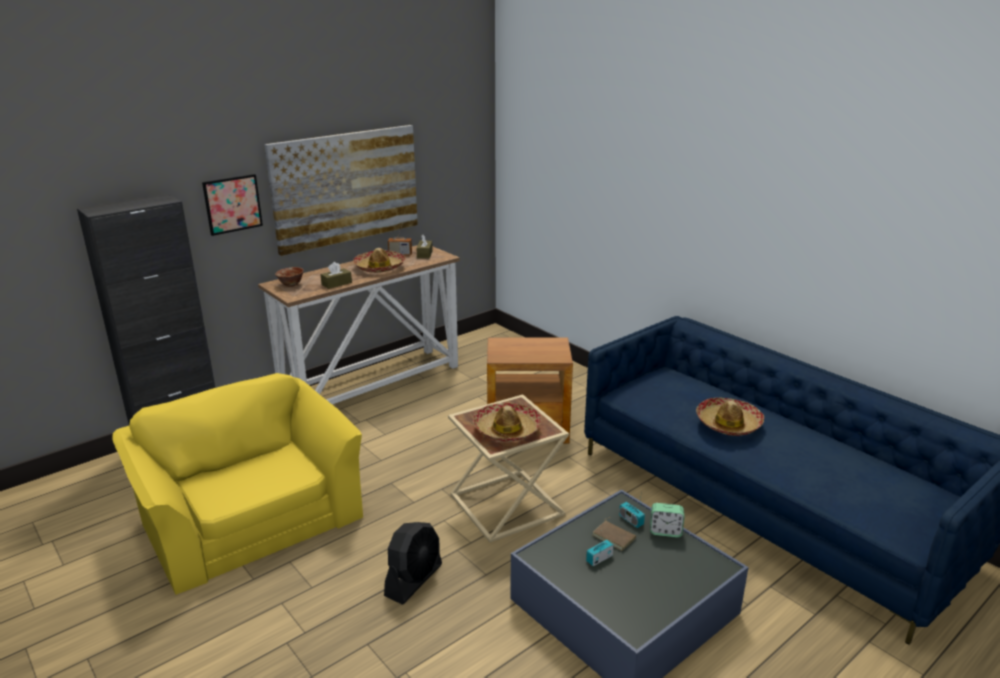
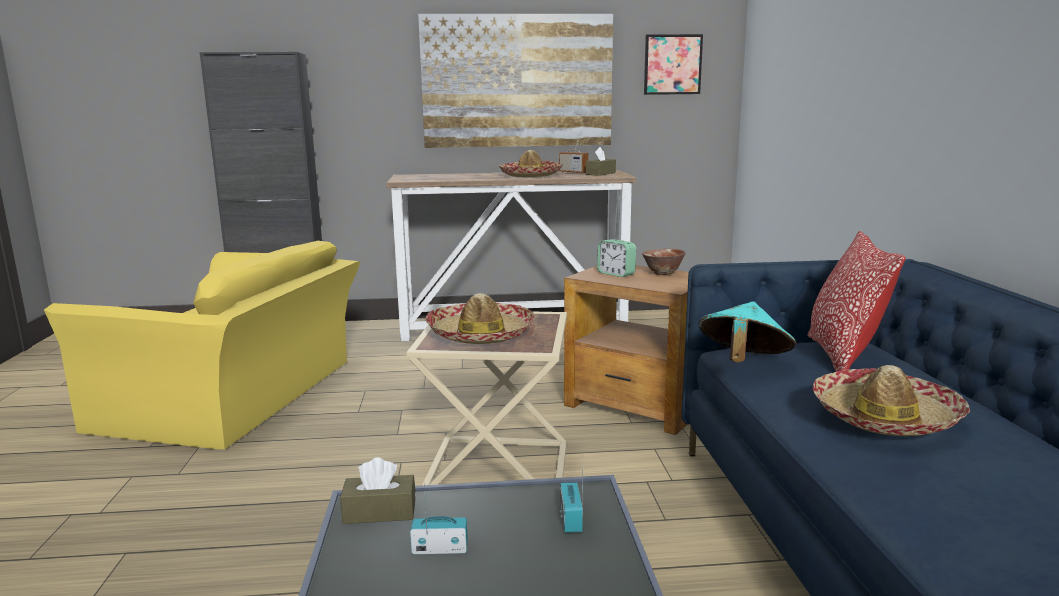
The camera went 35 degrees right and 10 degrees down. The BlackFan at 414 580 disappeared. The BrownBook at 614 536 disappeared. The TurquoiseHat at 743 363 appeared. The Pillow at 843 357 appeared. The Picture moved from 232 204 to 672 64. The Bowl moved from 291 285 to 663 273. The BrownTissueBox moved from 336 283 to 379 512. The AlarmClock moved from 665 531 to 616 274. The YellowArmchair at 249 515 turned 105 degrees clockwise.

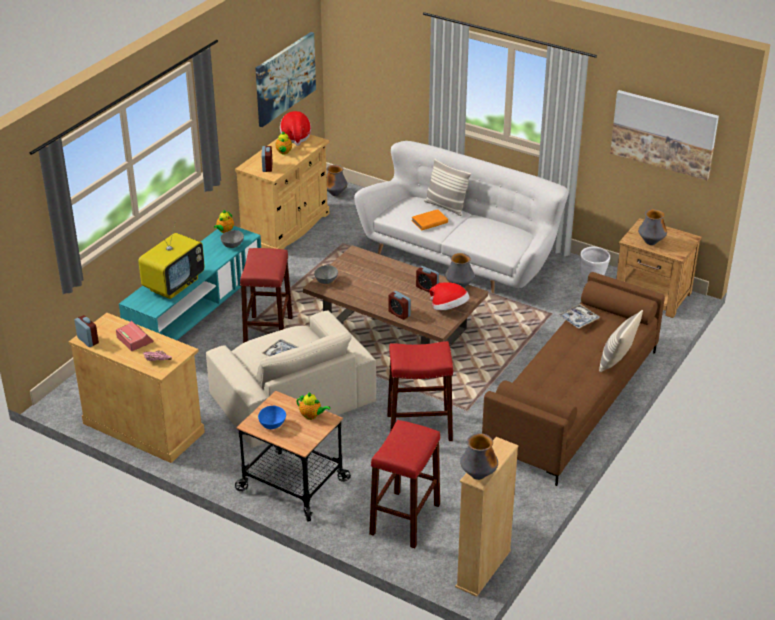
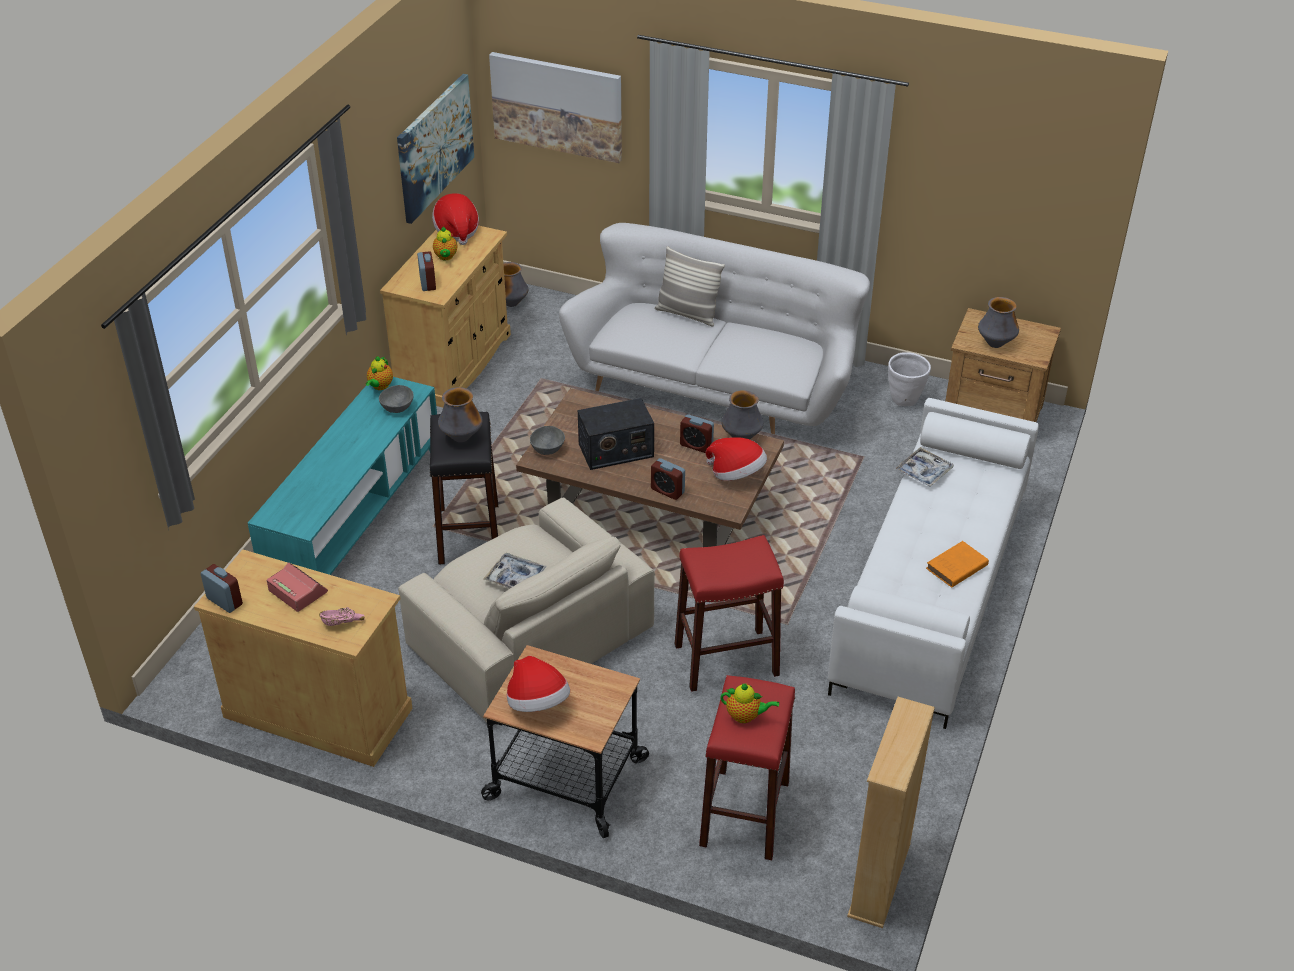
The camera went 10 degrees left and 5 degrees up. The Television at 174 284 disappeared. The Pillow at 616 361 disappeared. The Radio at 615 450 appeared. The Teapot moved from 312 416 to 745 716. The OrangeBook moved from 428 222 to 955 568. The Vase moved from 478 475 to 461 437. The Picture moved from 664 133 to 557 106. The BlueBowl at 273 424 was replaced by the Hat at 538 703. The RedStool at 268 333 became the BlackStool at 469 533. The BrownSofa at 573 402 became the WhiteSofa at 931 593.

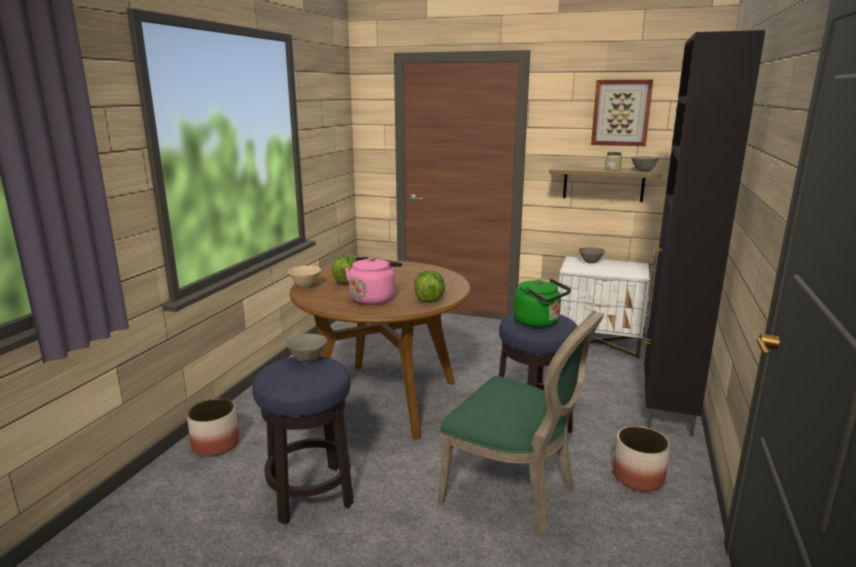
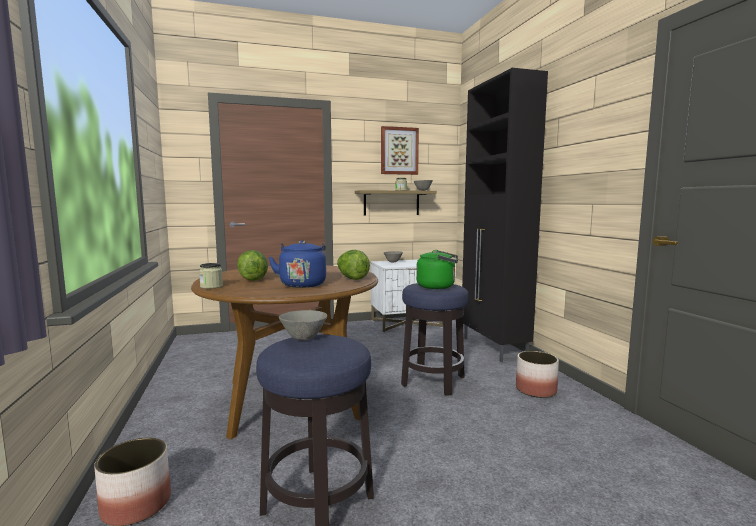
The camera went 35 degrees left and 10 degrees down. The GreenChair at 515 492 disappeared. The BeigeBowl at 305 286 was replaced by the Jar at 211 286. The PinkKettle at 373 298 became the BlueKettle at 302 284.

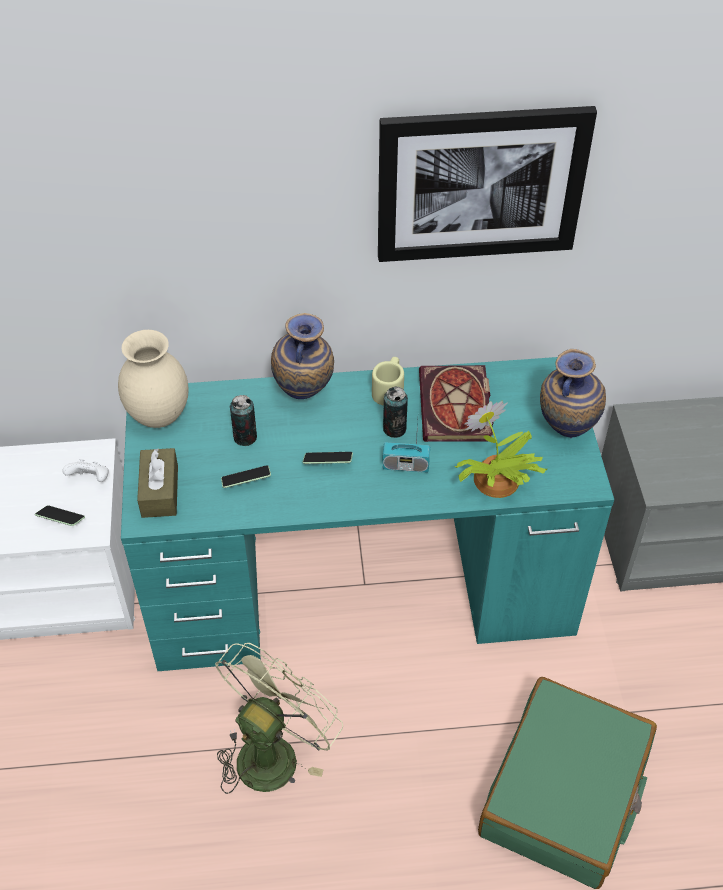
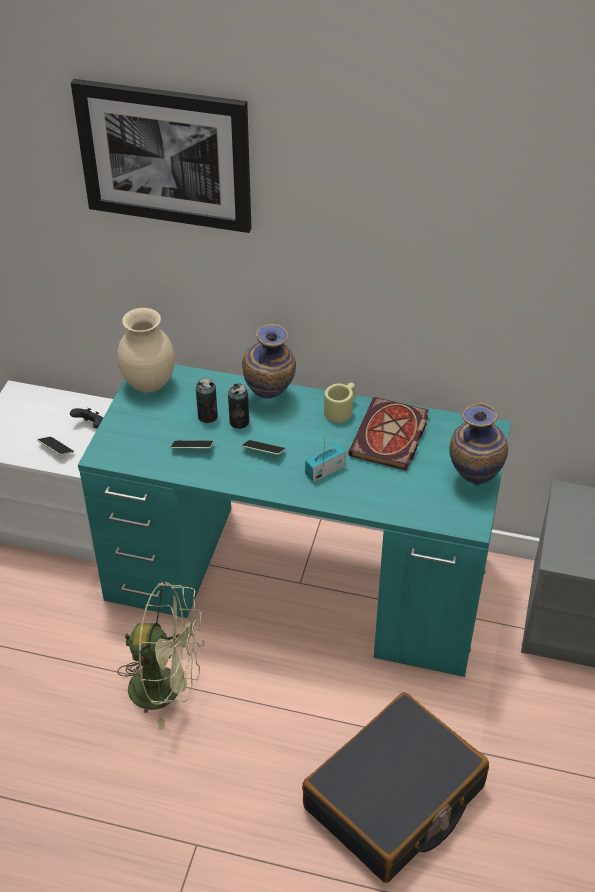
The camera went 20 degrees right and 5 degrees down. The BrownTissueBox at 160 491 disappeared. The PottedPlant at 496 482 disappeared. The Picture moved from 480 184 to 165 155. The Can moved from 394 429 to 239 422. The WhiteGameController at 90 479 became the BlackGameController at 91 426. The GreenSuitcase at 565 793 became the BlackSuitcase at 394 799. The GreenFan at 273 750 turned 45 degrees clockwise. The Radio at 405 465 turned 120 degrees clockwise.

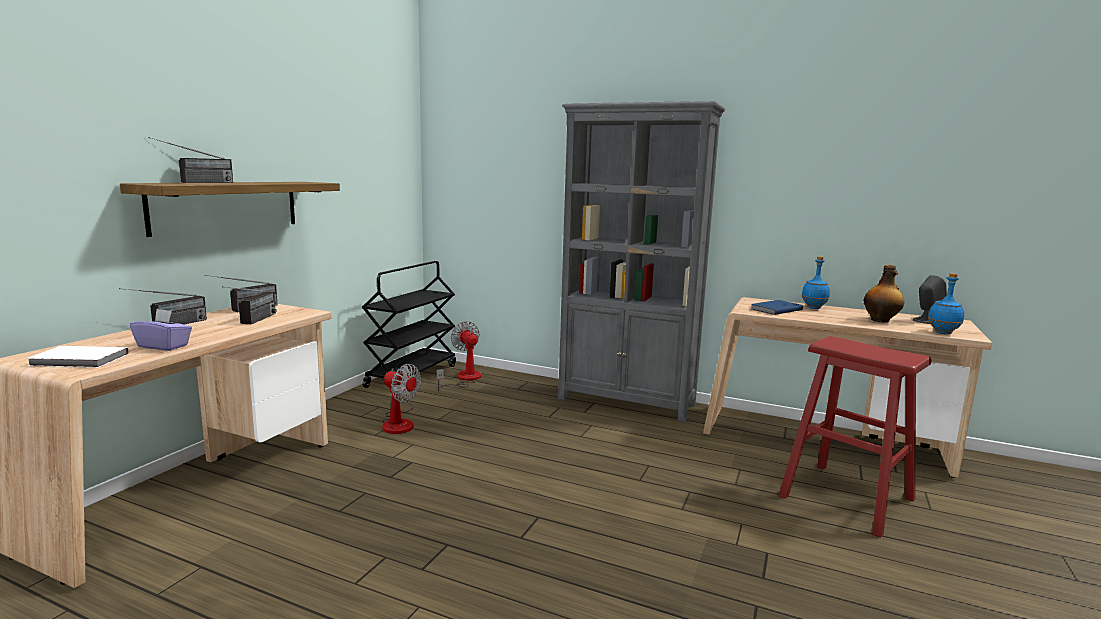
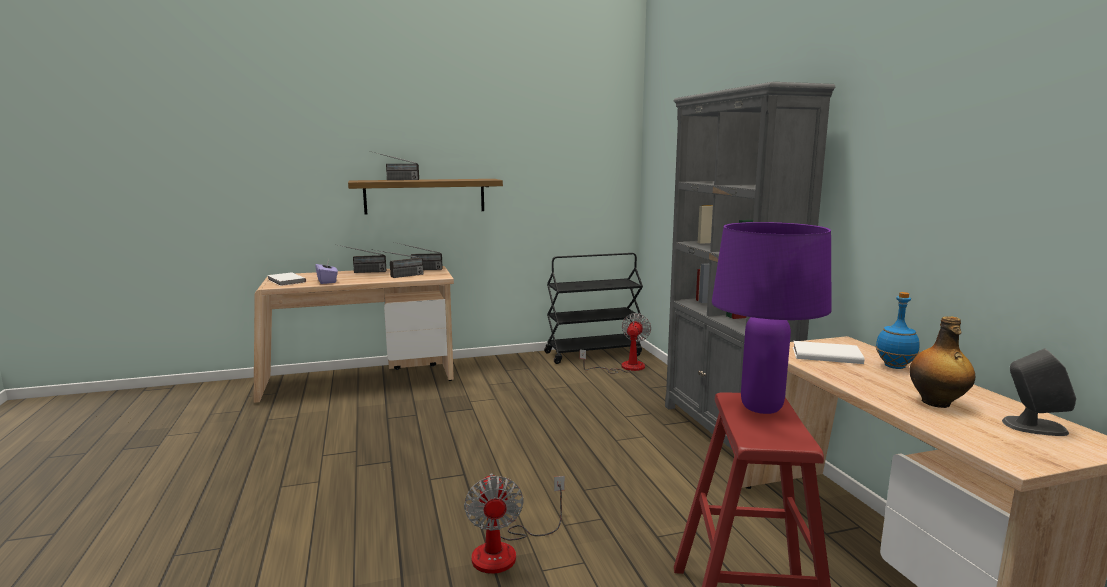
The camera went 50 degrees right and 0 degrees up. The BlueBottle at 942 333 disappeared. The PurpleTableLamp at 761 408 appeared. The Fan moved from 399 422 to 506 550. The BlueBook at 775 309 became the WhiteBook at 825 355.

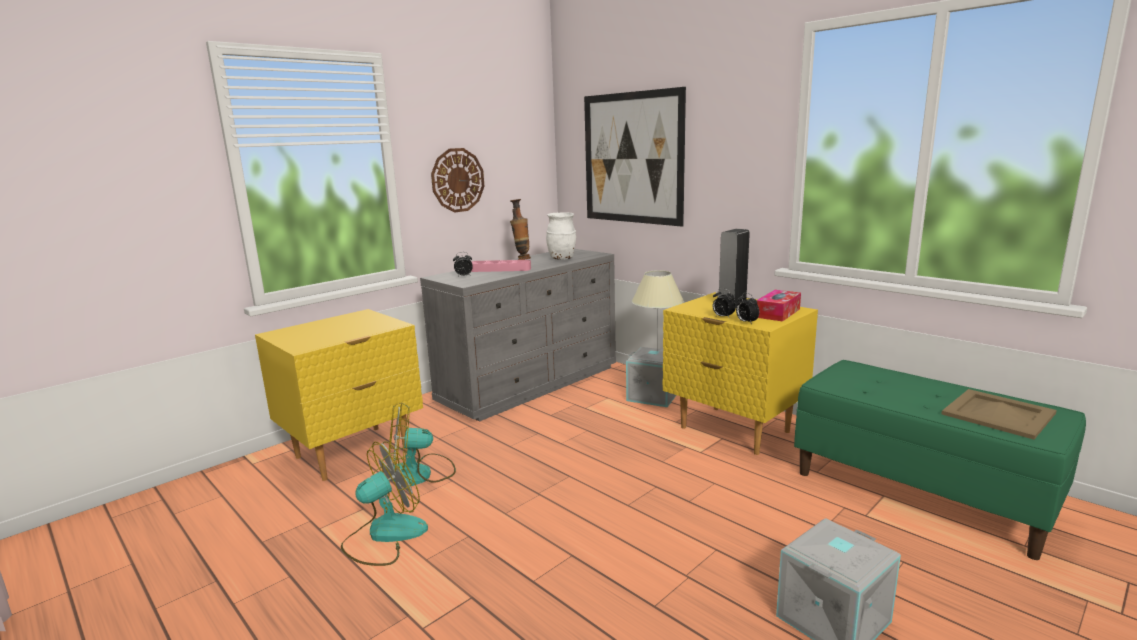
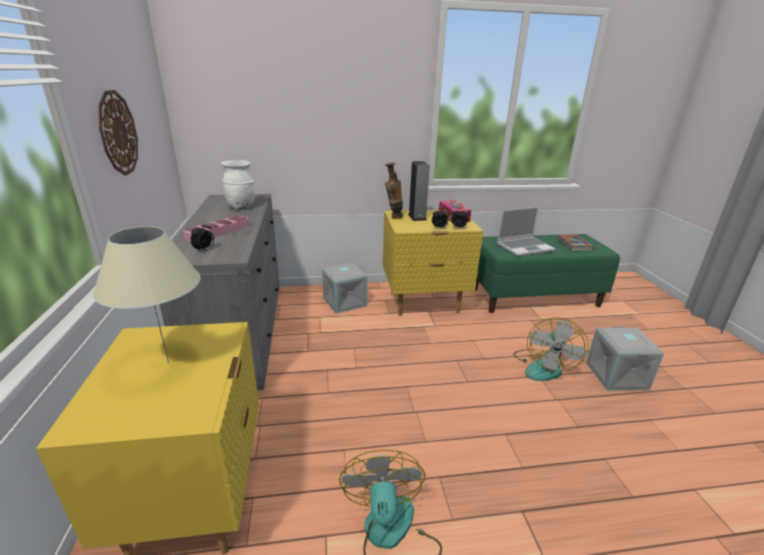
The camera went 55 degrees left and 10 degrees up. The Picture at 632 158 disappeared. The Laptop at 524 247 appeared. The Fan moved from 420 474 to 543 366. The Vase moved from 521 259 to 393 217. The BeigeTableLamp moved from 657 351 to 168 363. The BeigeTray at 997 414 was replaced by the Book at 574 245.

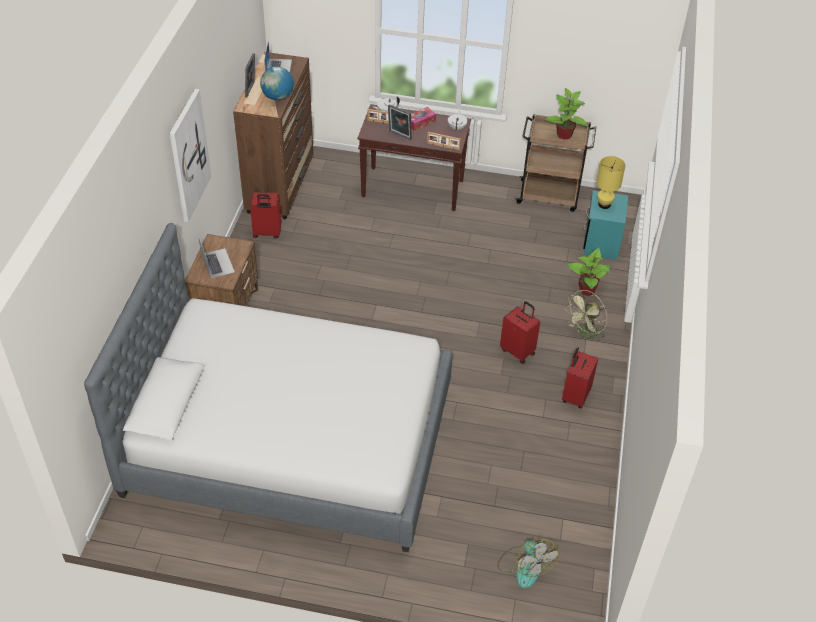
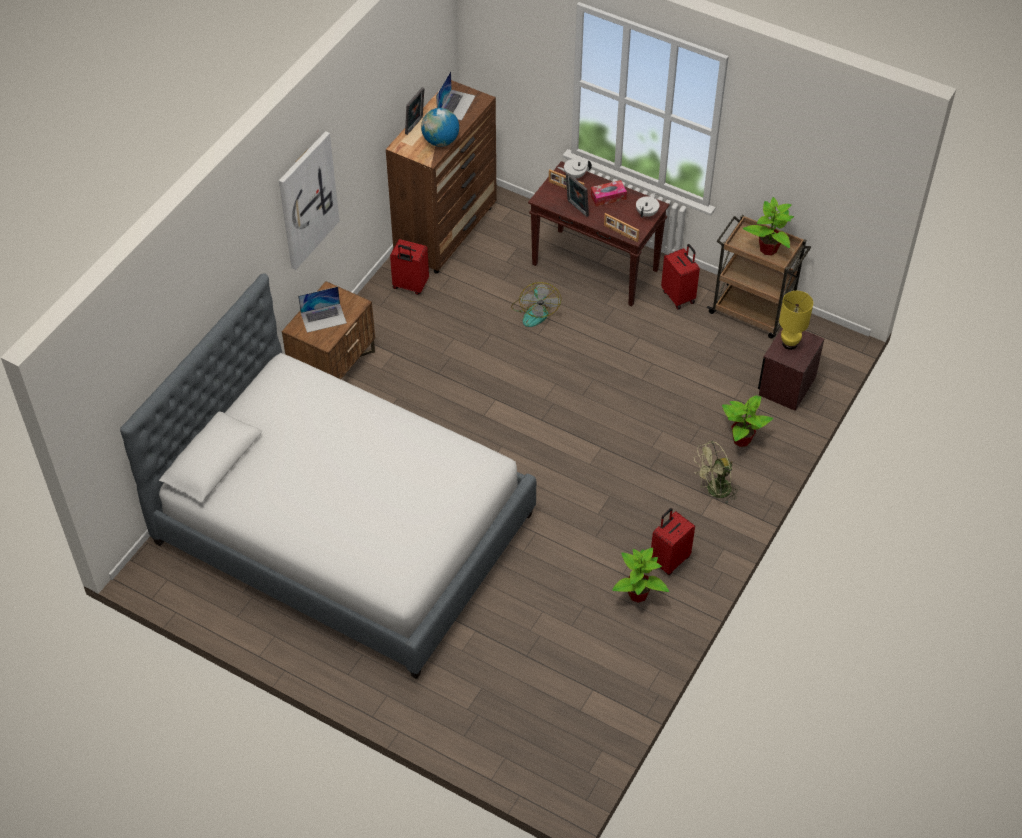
The camera went 20 degrees right and 5 degrees up. The PottedPlant at 638 595 appeared. The Fan moved from 524 566 to 535 311. The RedSuitcase moved from 518 351 to 679 296. The TurquoiseNightstand at 601 243 became the BrownNightstand at 786 386. The Laptop at 217 263 turned 75 degrees clockwise.

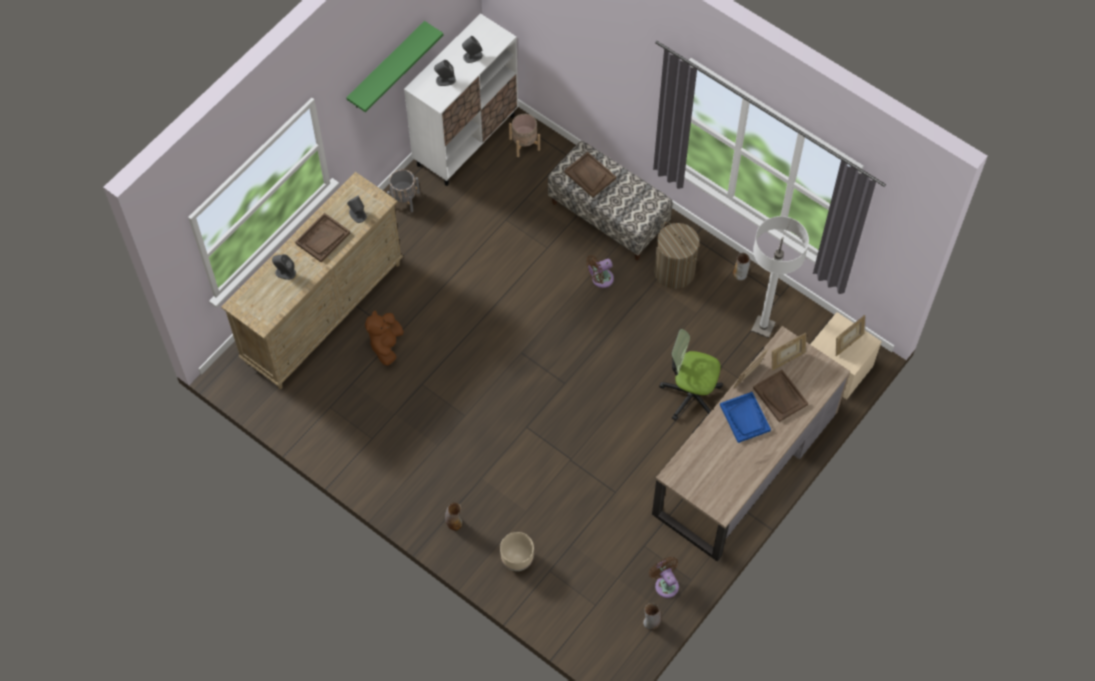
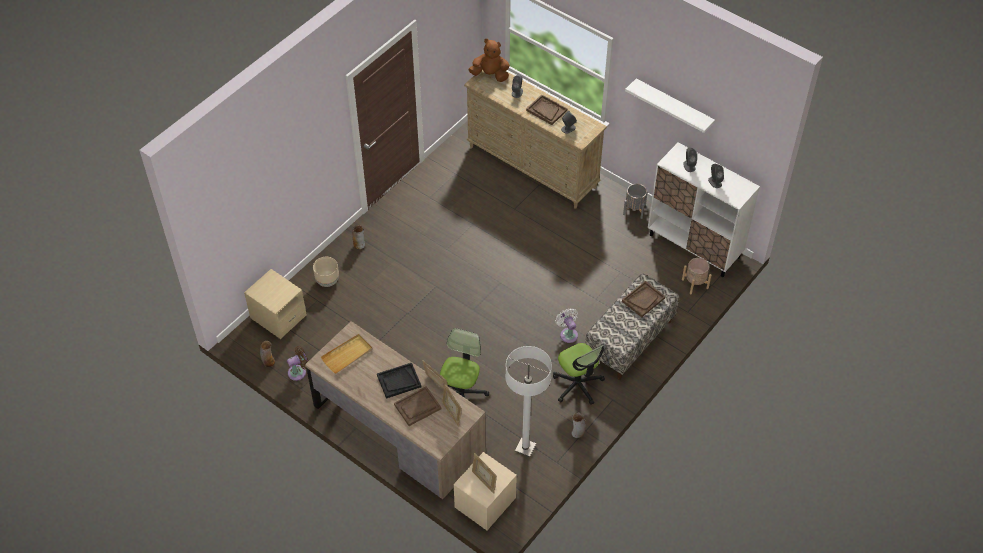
The camera went 90 degrees right and 10 degrees down. The BeigeNightstand at 278 317 appeared. The BeigeTray at 347 355 appeared. The BrownPlushToy moved from 386 345 to 490 75. The LaundryBasket at 674 271 was replaced by the OfficeChair at 577 385. The GreenShelf at 386 67 became the WhiteShelf at 673 106. The BrownFan at 600 279 became the WhiteFan at 568 334. The BlueTray at 745 418 became the BlackTray at 399 381.

